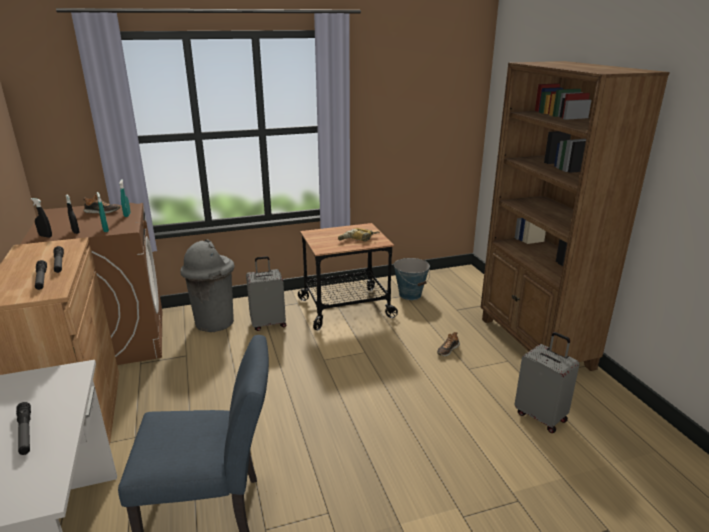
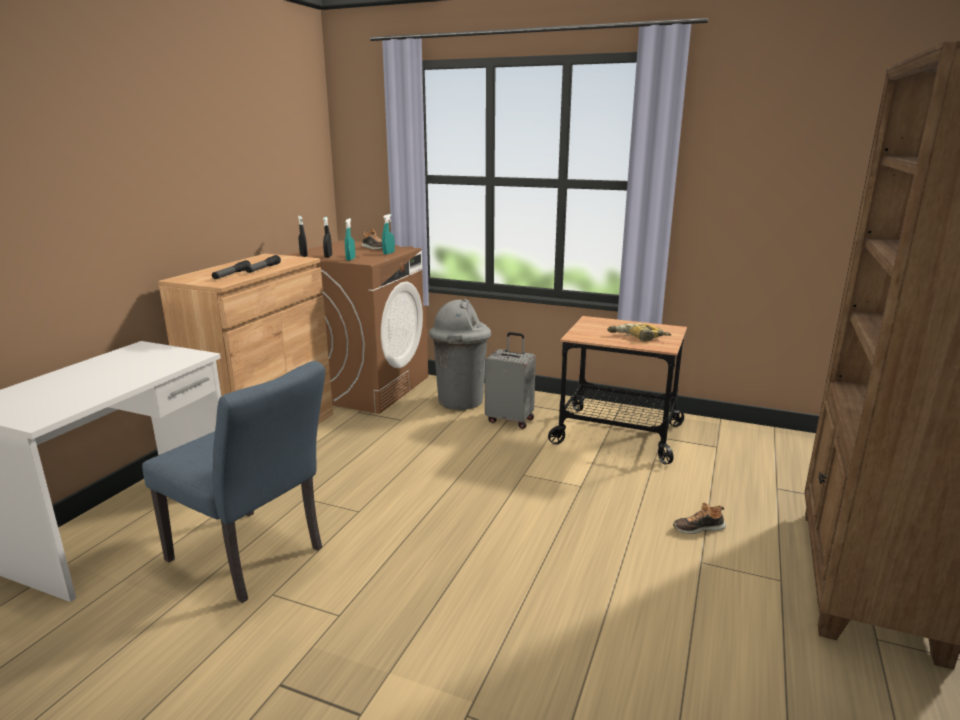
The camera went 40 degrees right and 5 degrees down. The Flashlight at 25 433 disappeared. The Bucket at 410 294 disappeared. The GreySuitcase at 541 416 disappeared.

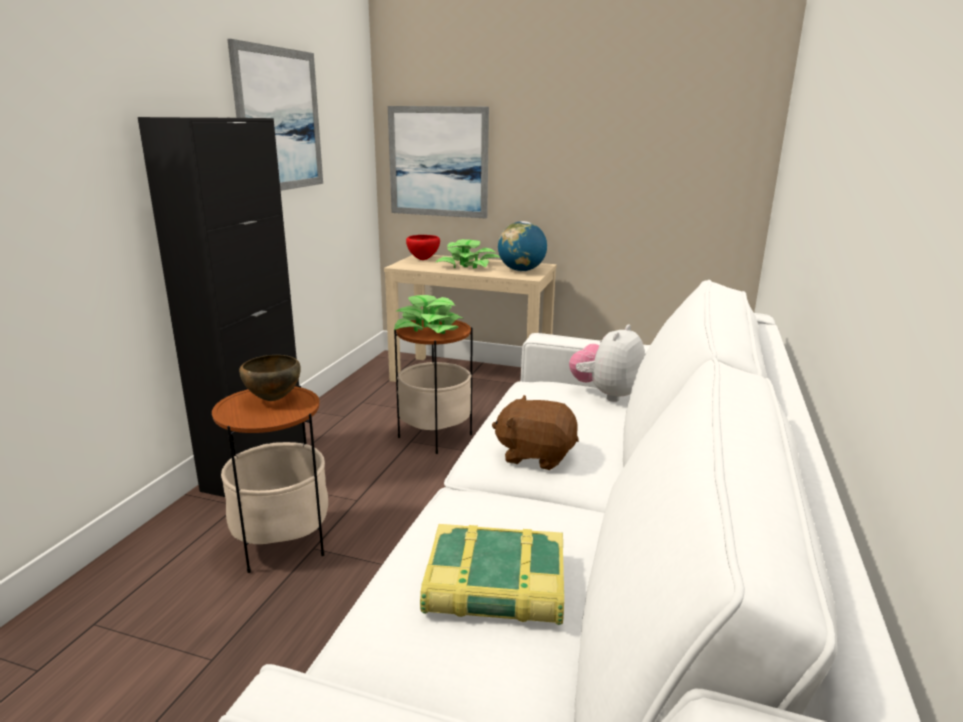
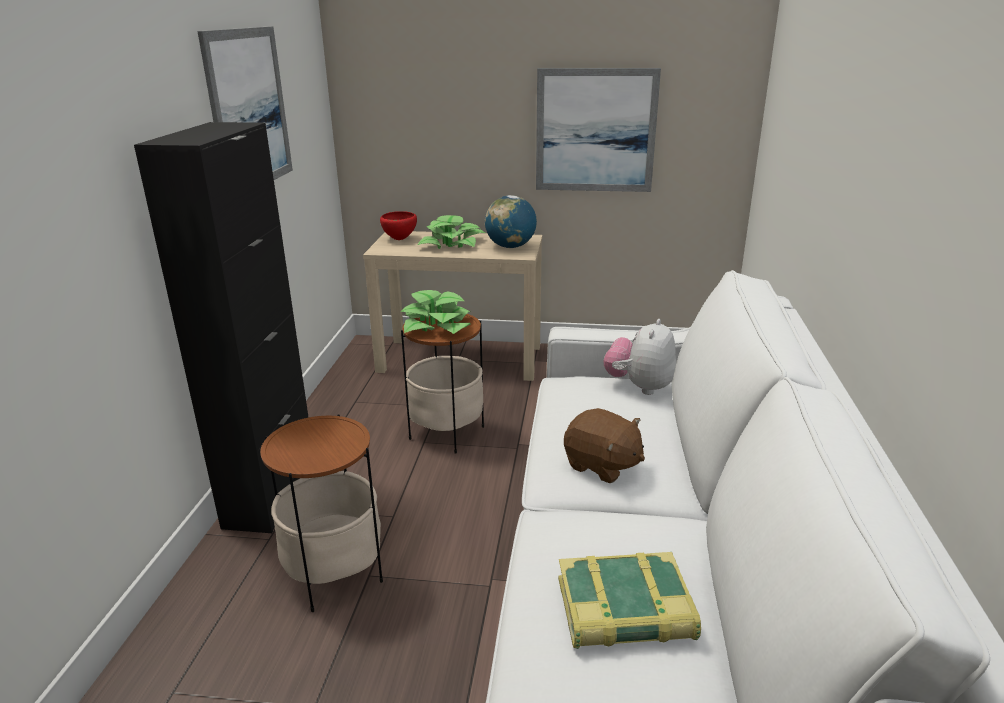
The camera went 10 degrees left and 5 degrees up. The BrownBowl at 273 399 disappeared. The Picture moved from 438 162 to 595 131. The BrownPlushToy at 535 455 turned 150 degrees counterclockwise.

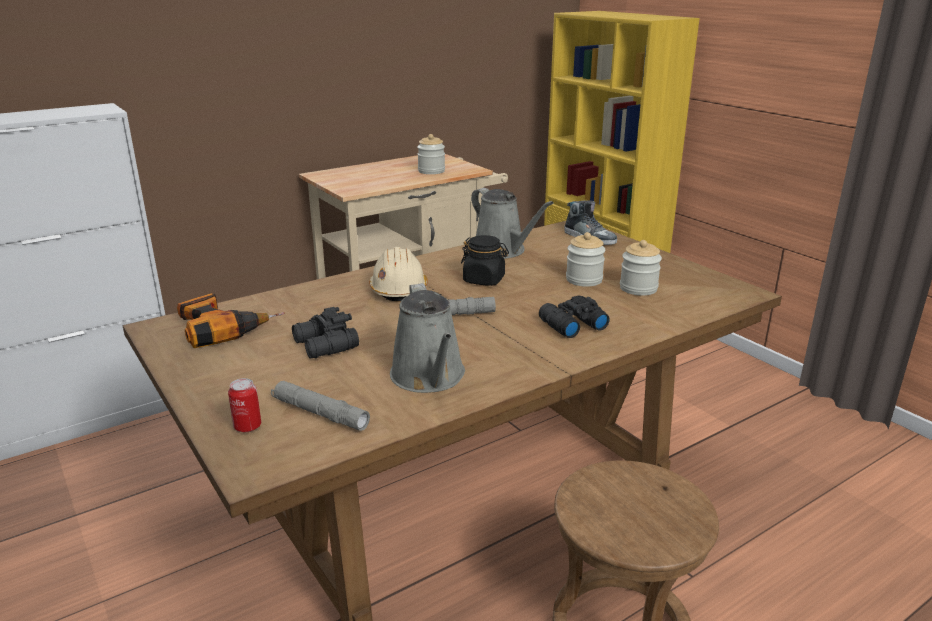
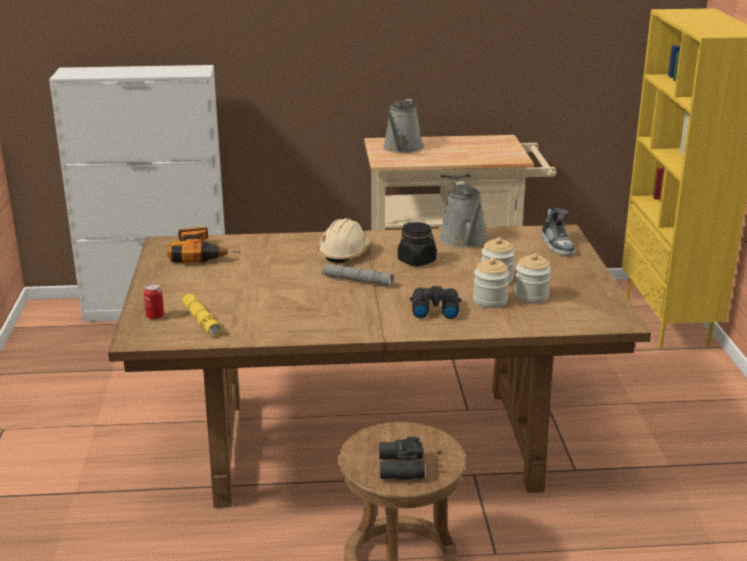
The camera went 30 degrees right and 0 degrees up. The BlackBinoculars moved from 324 345 to 399 468. The GreyWateringCan moved from 429 377 to 402 148. The Jar moved from 431 171 to 490 301. The GreyFlashlight at 320 413 became the YellowFlashlight at 201 320.

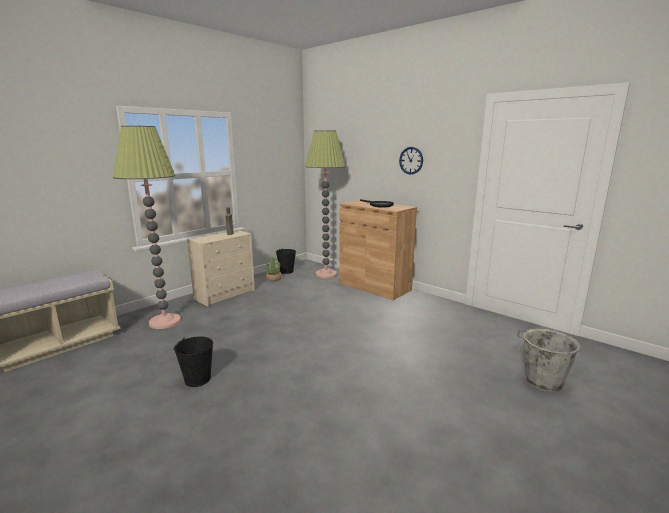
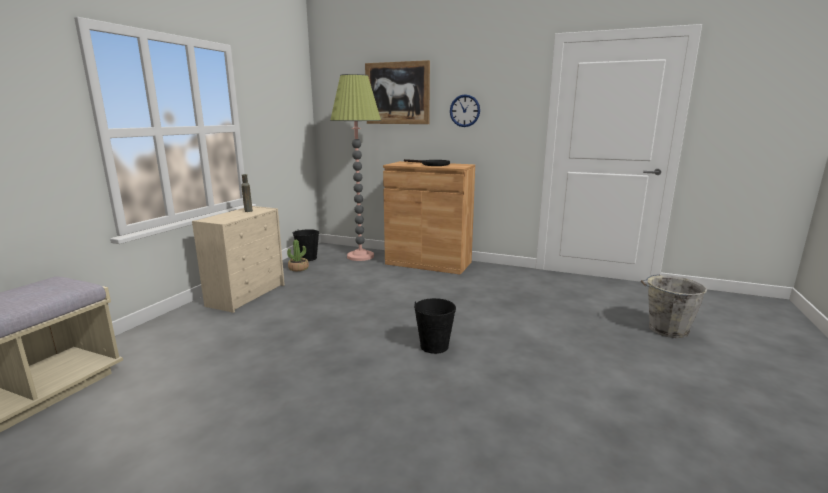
The camera went 20 degrees left and 0 degrees up. The FloorLamp at 165 322 disappeared. The Picture at 397 93 appeared. The BlackBucket moved from 198 379 to 434 346.

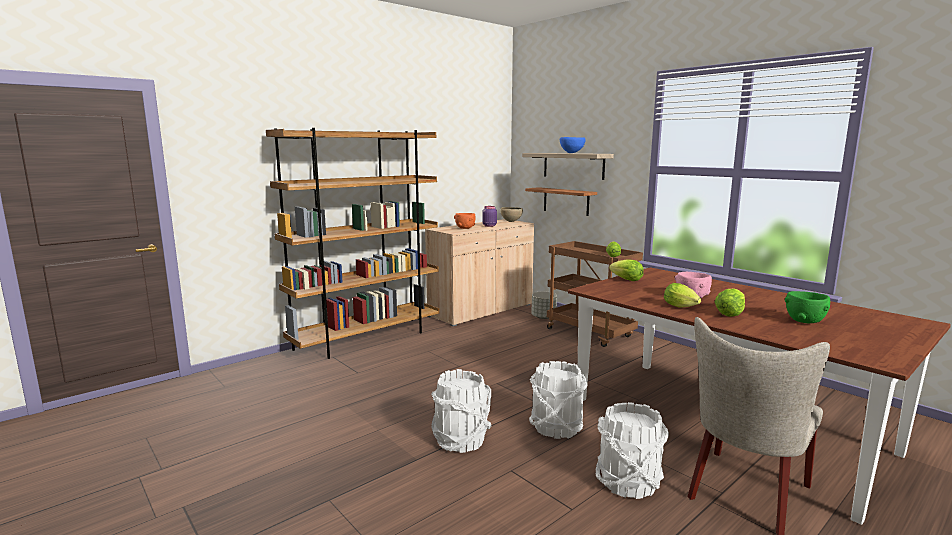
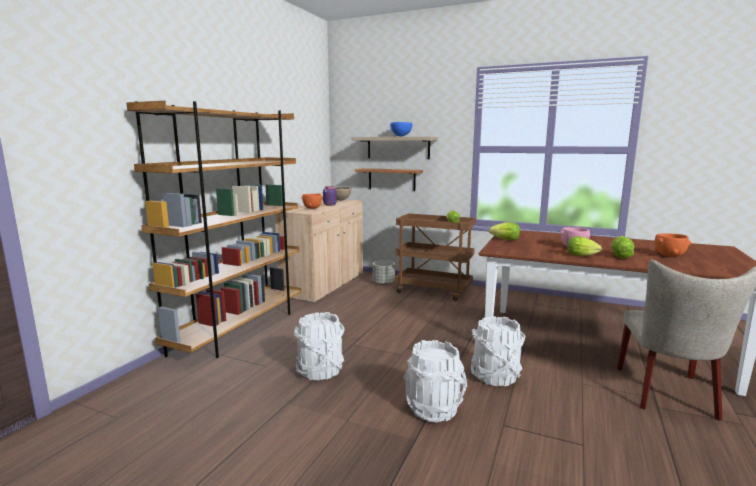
The camera went 25 degrees left and 0 degrees up. The WhiteBucket moved from 628 482 to 320 370. The GreenBowl at 805 321 became the OrangeBowl at 669 255.

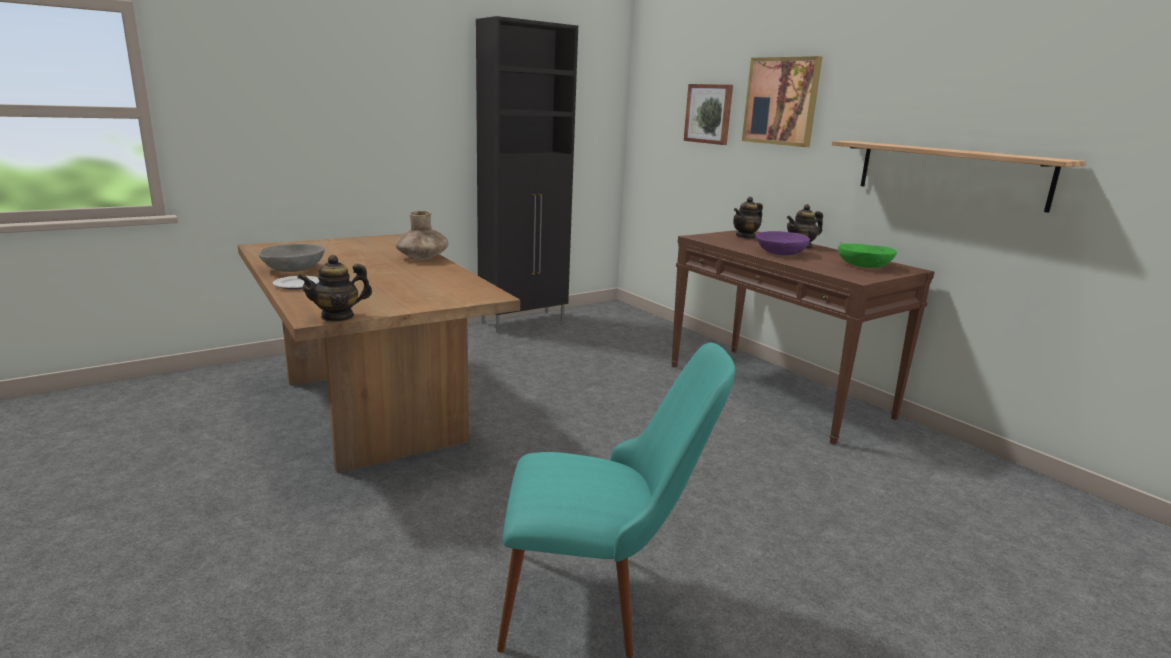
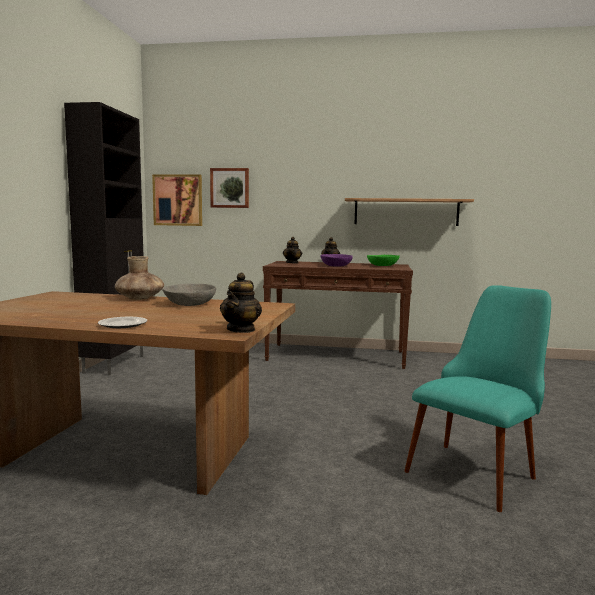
The camera went 45 degrees left and 10 degrees down. The GreyBowl moved from 293 269 to 190 304. The Picture moved from 781 101 to 178 200.

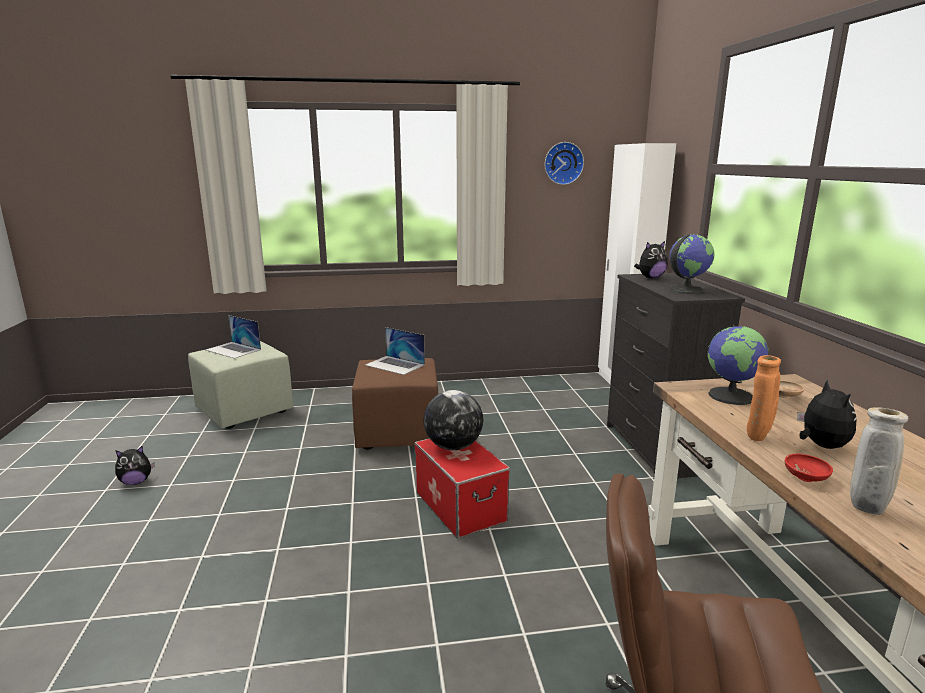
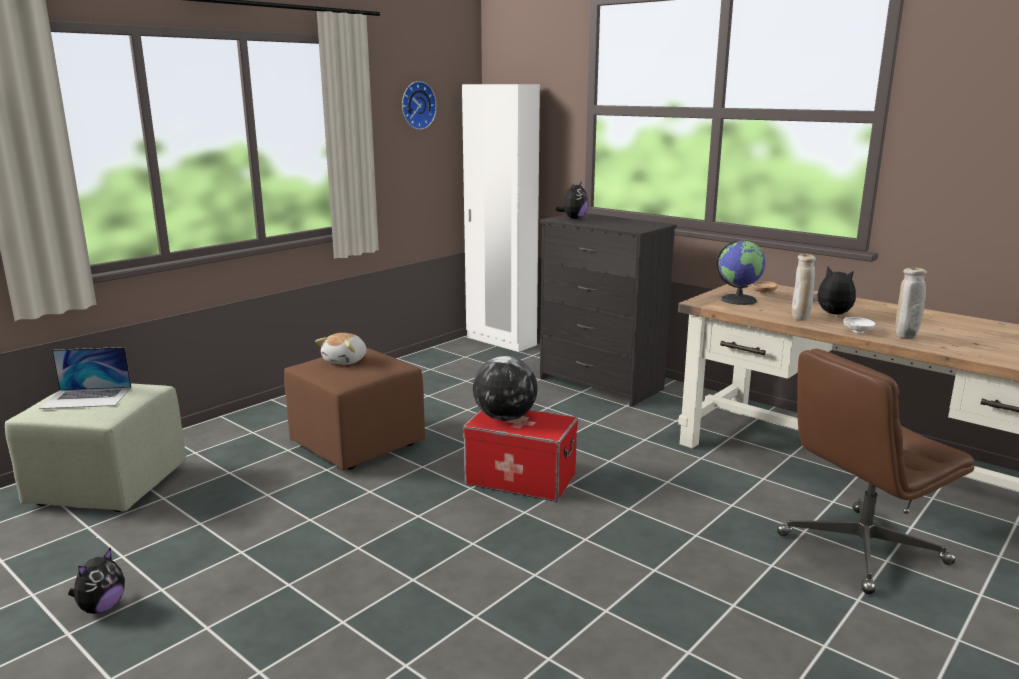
The camera went 40 degrees left and 0 degrees up. The Globe at 686 290 disappeared. The Laptop at 395 365 was replaced by the PlushToy at 346 361. The OrangeVase at 757 438 became the BeigeVase at 800 319. The RedBowl at 805 477 became the WhiteBowl at 857 331.

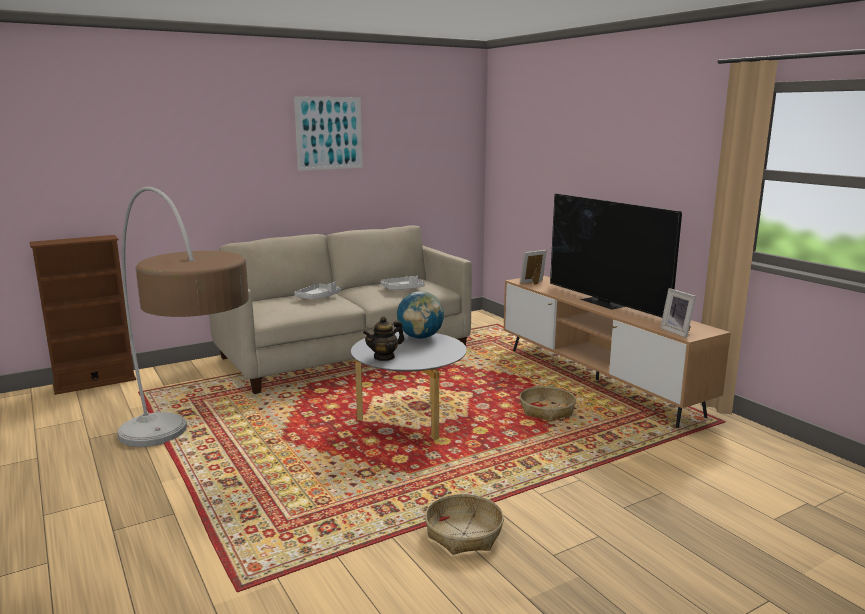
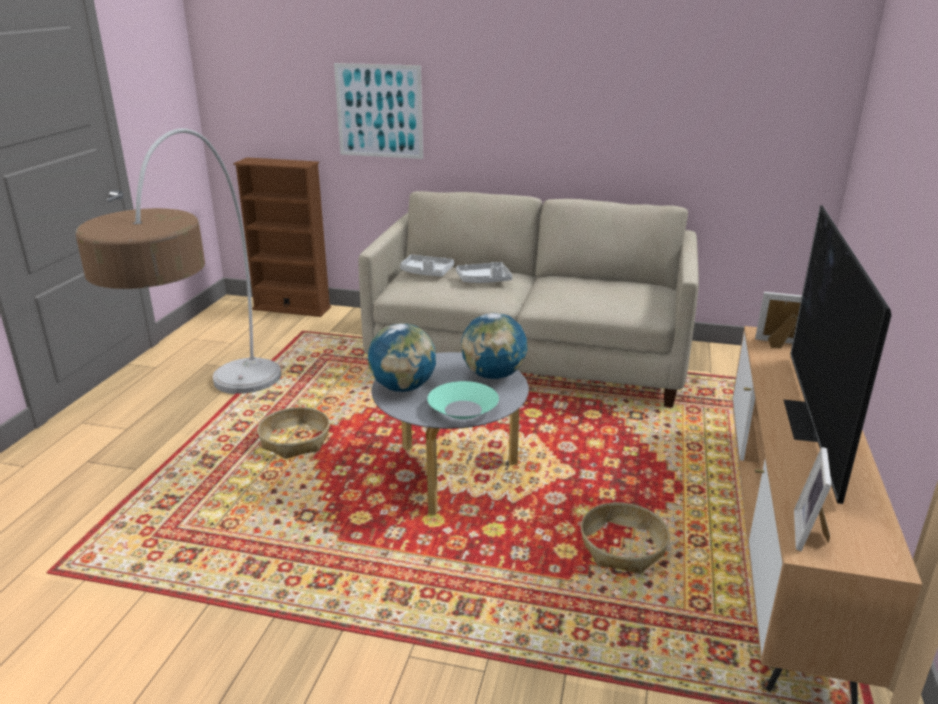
The camera went 45 degrees right and 10 degrees up. The TurquoiseBowl at 462 409 appeared. The Picture moved from 329 133 to 379 111. The GreyTray moved from 403 289 to 426 272. The Basket moved from 464 534 to 295 441. The Teapot at 384 357 was replaced by the Globe at 403 387.

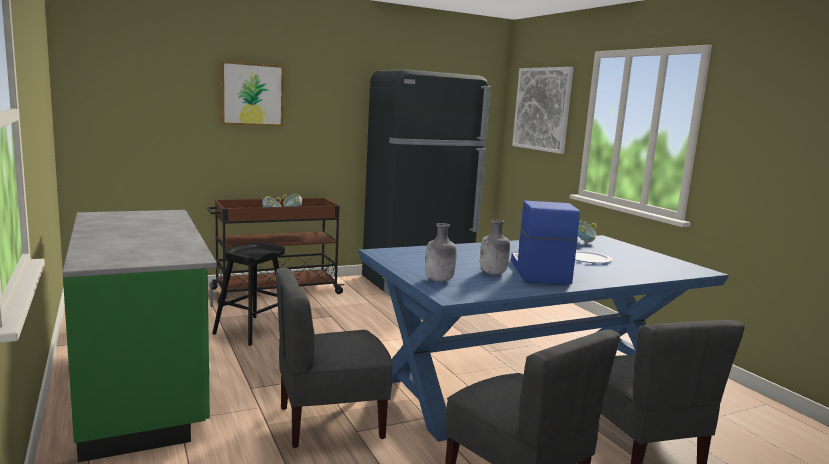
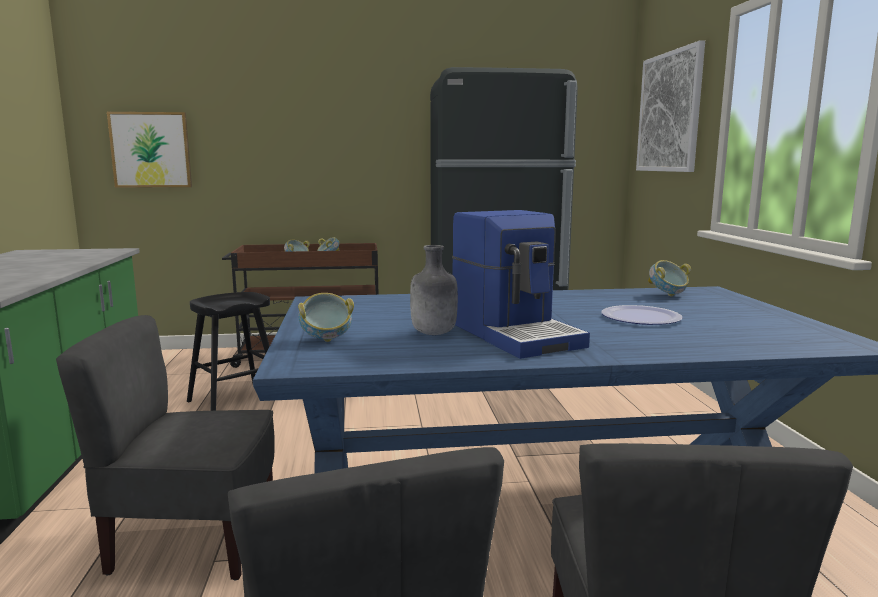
The camera went 20 degrees right and 0 degrees up. The Picture moved from 252 94 to 151 150. The GreyBottle at 439 280 was replaced by the Bowl at 326 340. The CoffeeMachine at 538 272 turned 135 degrees clockwise.

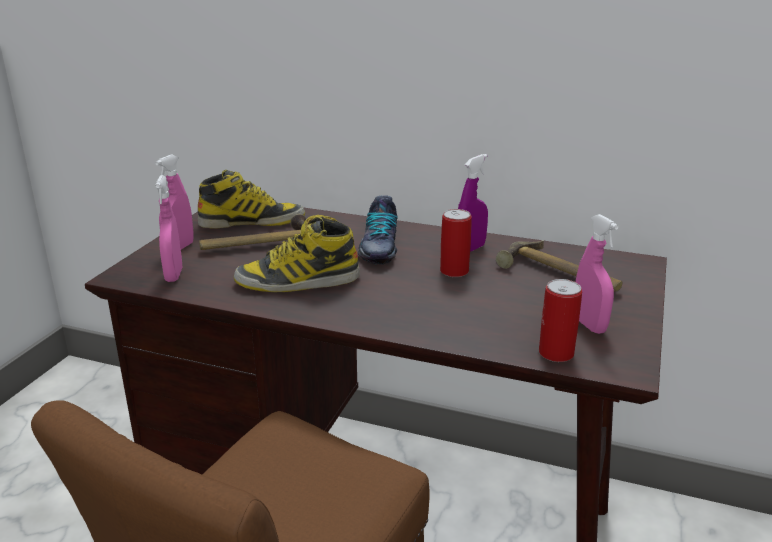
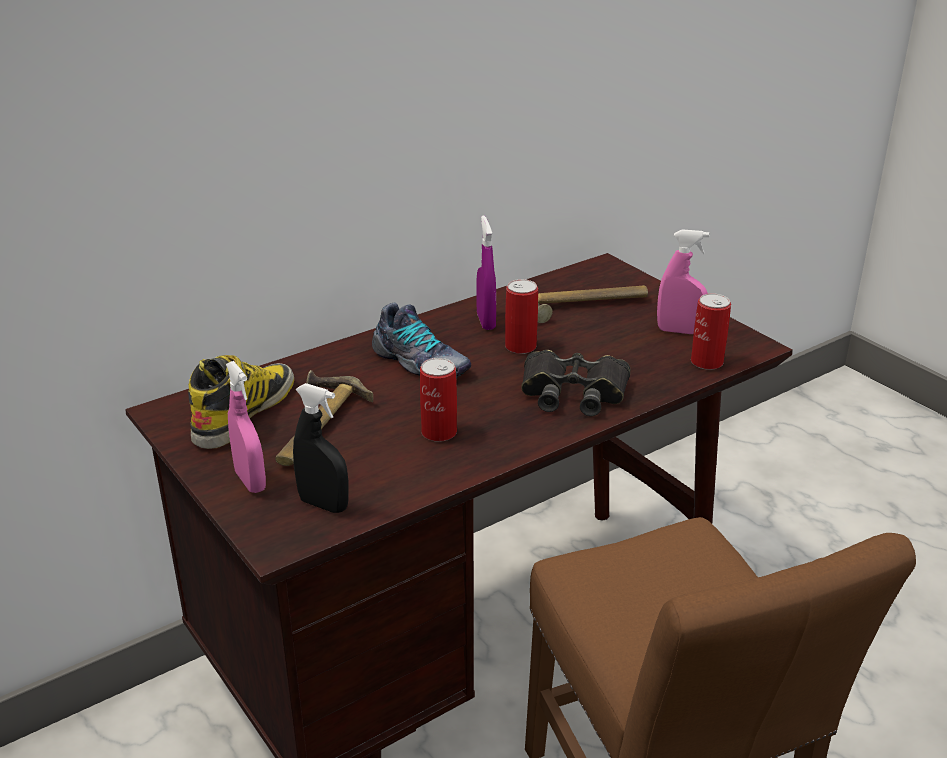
The camera went 55 degrees left and 5 degrees up. The BlackBinoculars at 573 392 appeared. The Boot at 297 281 was replaced by the Can at 439 432. The PinkSprayBottle at 174 275 became the BlackSprayBottle at 323 504.

